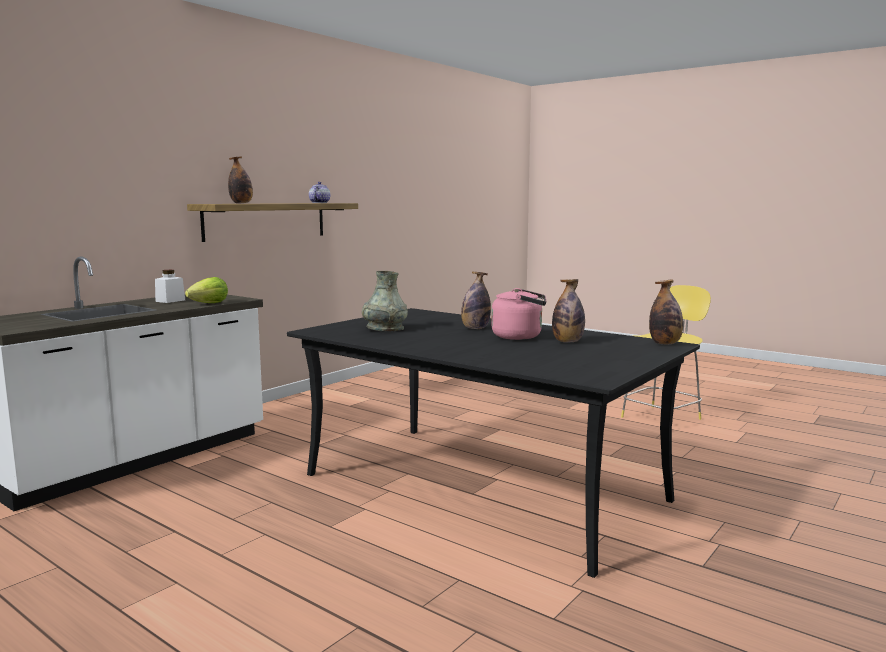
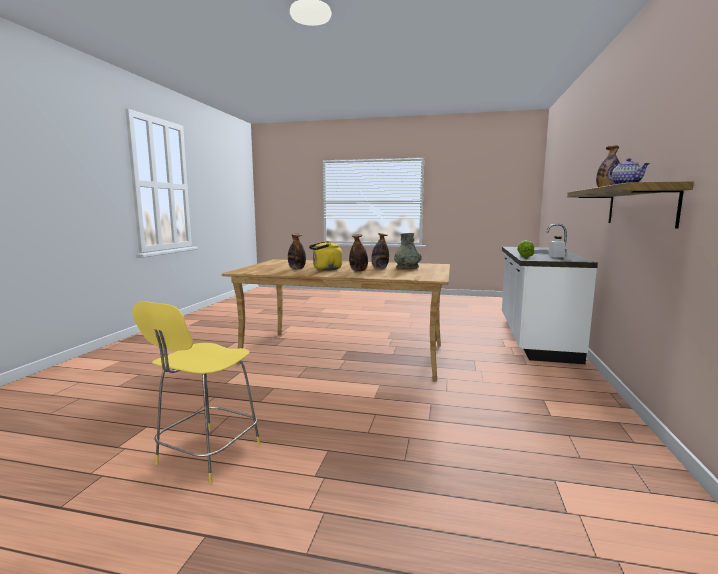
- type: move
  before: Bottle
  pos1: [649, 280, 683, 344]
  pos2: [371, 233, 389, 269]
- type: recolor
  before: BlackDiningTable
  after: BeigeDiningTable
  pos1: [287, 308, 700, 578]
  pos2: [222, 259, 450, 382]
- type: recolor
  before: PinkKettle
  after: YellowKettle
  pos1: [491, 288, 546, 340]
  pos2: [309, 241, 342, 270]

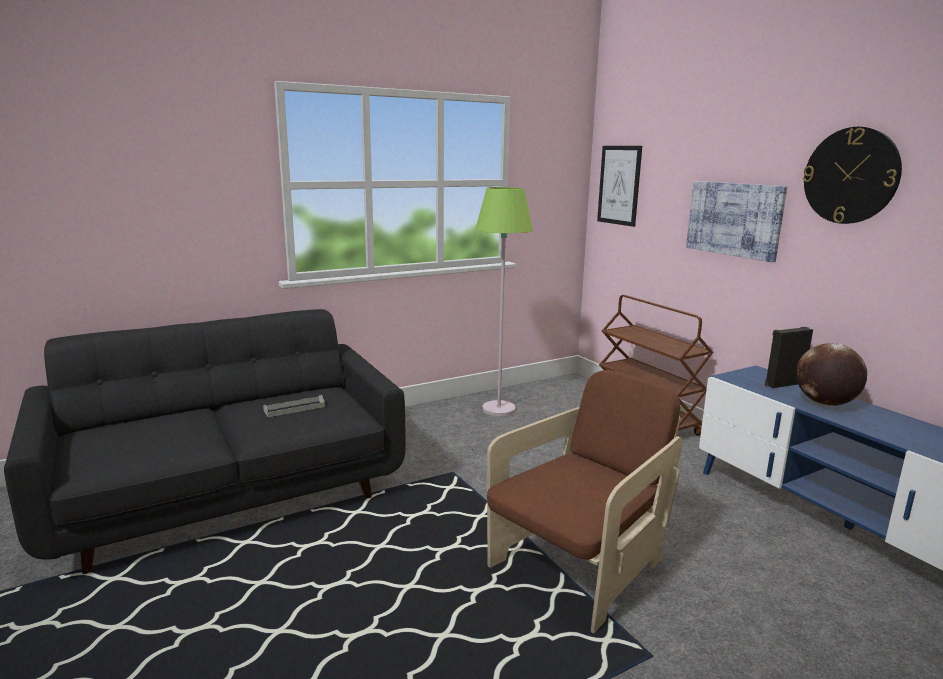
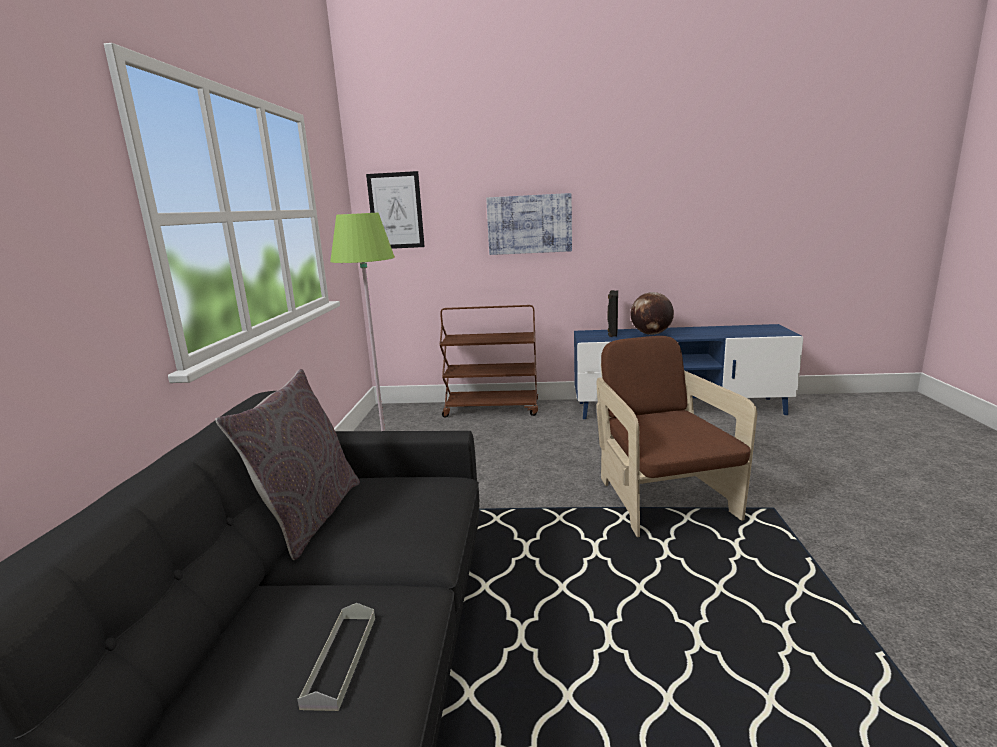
- type: delete
  before: WallClock
  pos1: [803, 127, 902, 224]
- type: insert
  after: GreyPillow
  pos2: [215, 369, 360, 560]
- type: move
  before: GreyTray
  pos1: [263, 395, 325, 417]
  pos2: [297, 603, 375, 711]

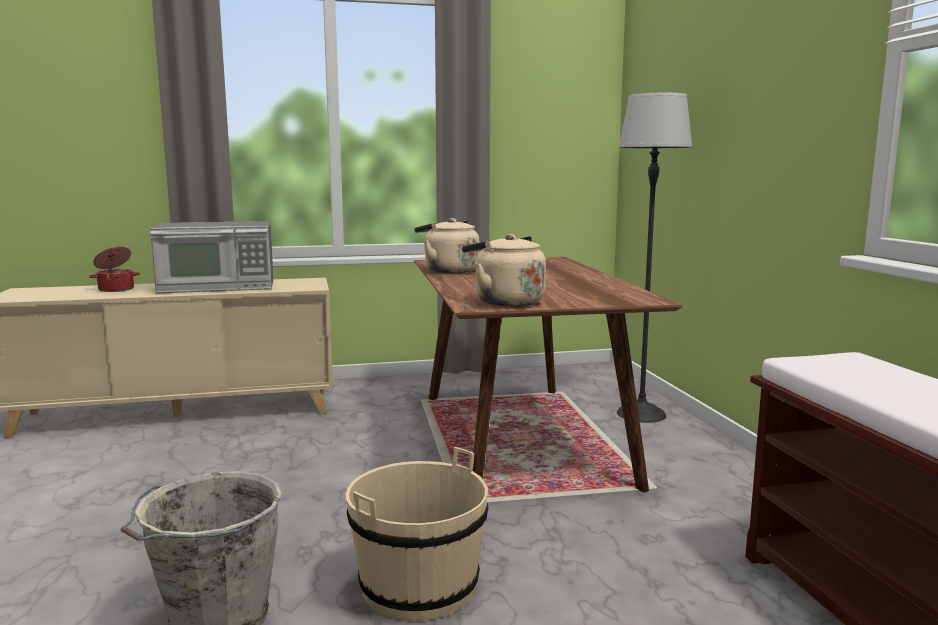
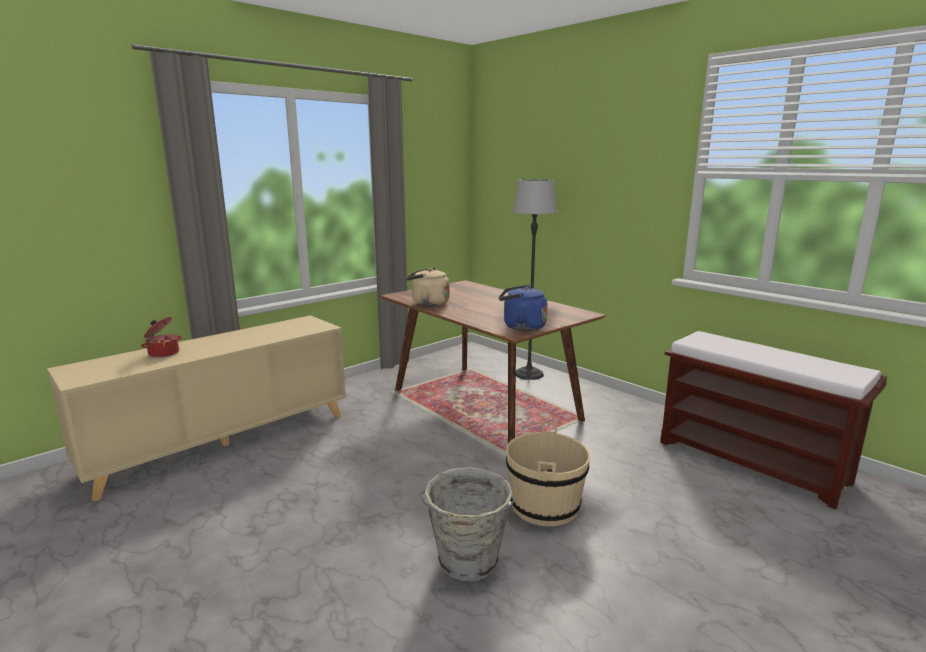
- type: delete
  before: Microwave
  pos1: [150, 221, 274, 293]
- type: recolor
  before: BeigeKettle
  after: BlueKettle
  pos1: [462, 234, 546, 306]
  pos2: [499, 285, 548, 331]

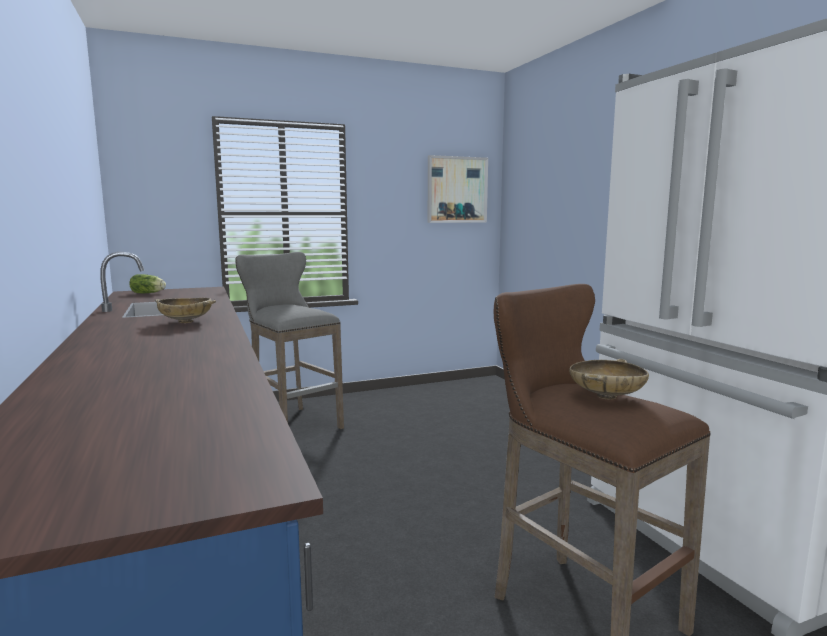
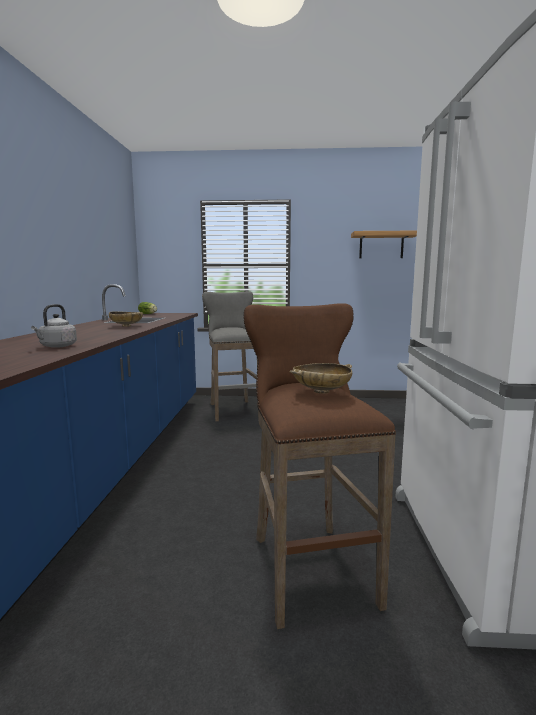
- type: insert
  after: GreyKettle
  pos2: [31, 304, 77, 348]
- type: replace
  before: Picture
  after: Shelf
  pos1: [428, 155, 488, 223]
  pos2: [351, 231, 417, 258]

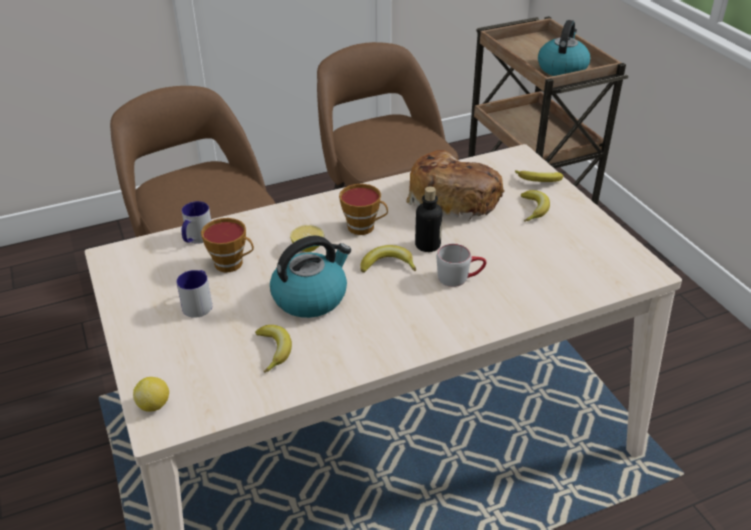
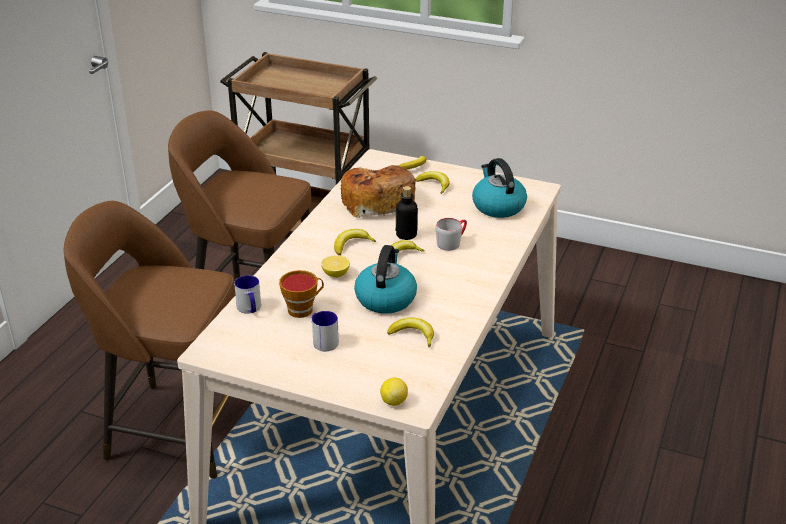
- type: move
  before: Kettle
  pos1: [538, 20, 590, 76]
  pos2: [472, 158, 527, 218]
- type: replace
  before: Cup
  after: Banana
  pos1: [339, 184, 388, 235]
  pos2: [334, 229, 376, 255]

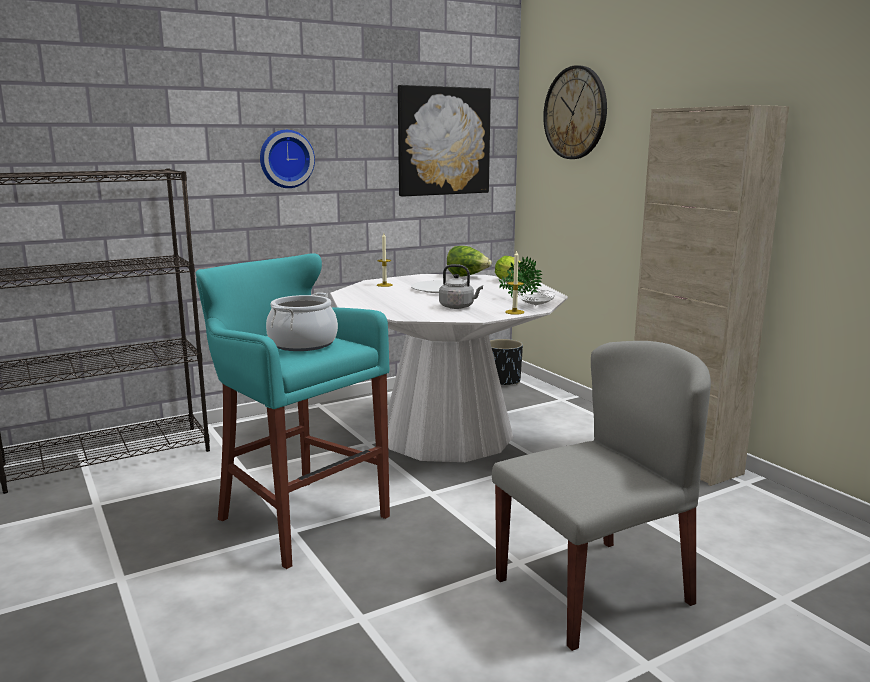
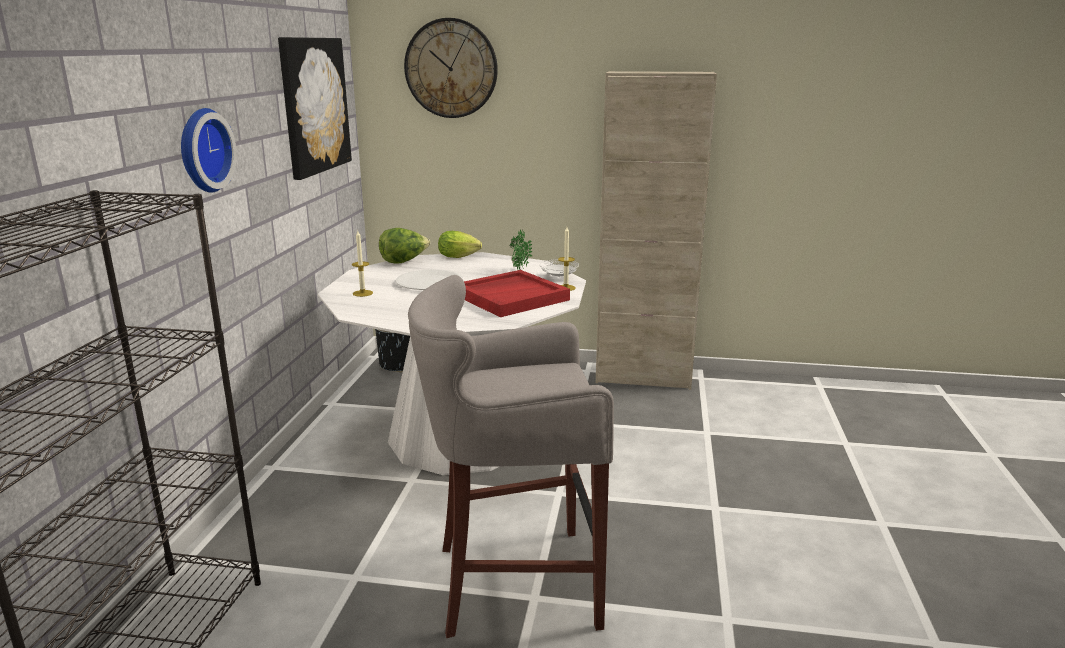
- type: delete
  before: CookingPot
  pos1: [266, 292, 338, 351]
- type: delete
  before: GreyChair
  pos1: [492, 341, 711, 651]
- type: replace
  before: GreyKettle
  after: RedTray
  pos1: [439, 264, 483, 309]
  pos2: [464, 270, 570, 317]
- type: recolor
  before: TurquoiseStool
  after: GreyStool
  pos1: [196, 253, 390, 569]
  pos2: [408, 275, 614, 638]

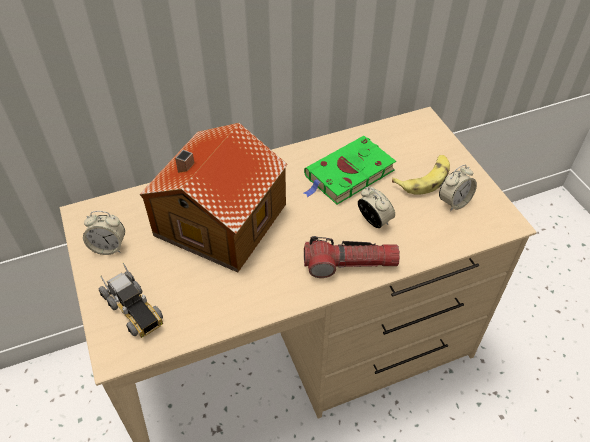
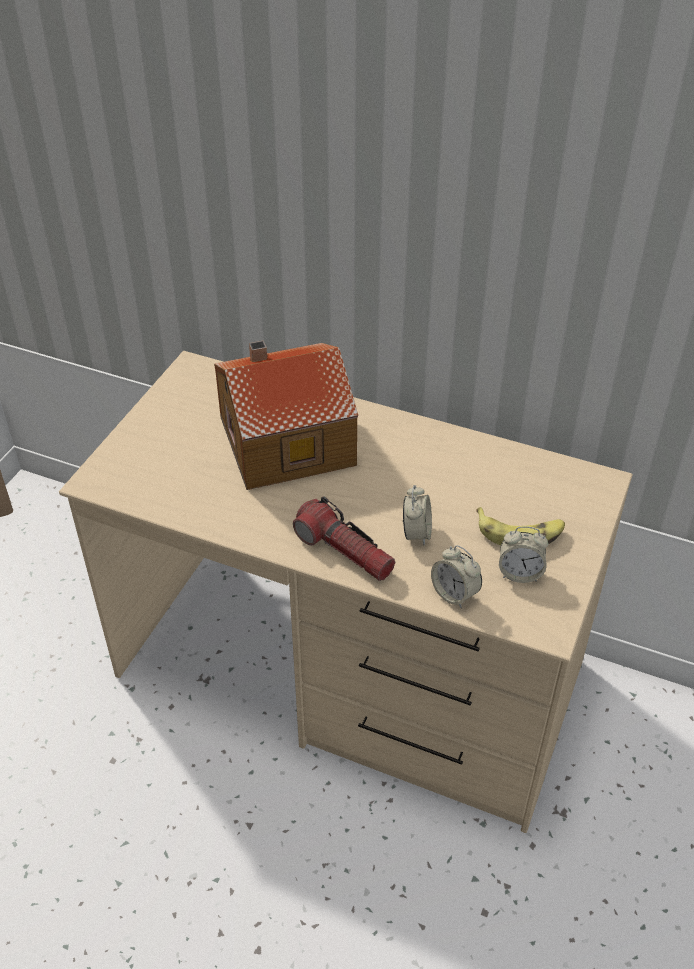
- type: delete
  before: ToyTruck
  pos1: [99, 263, 163, 338]
- type: delete
  before: GreenBook
  pos1: [304, 136, 396, 205]
- type: move
  before: AlarmClock
  pos1: [83, 211, 125, 255]
  pos2: [431, 545, 482, 608]

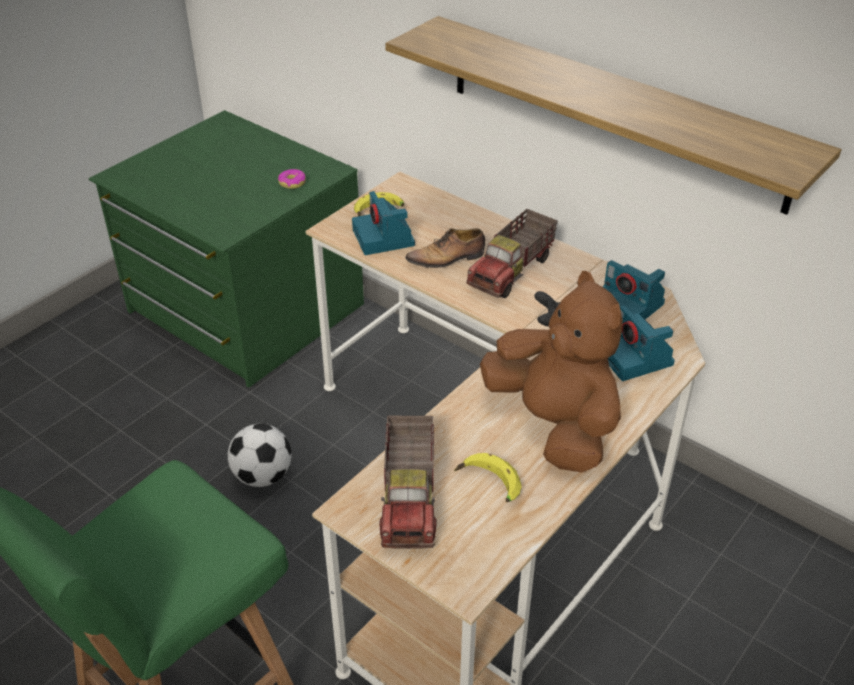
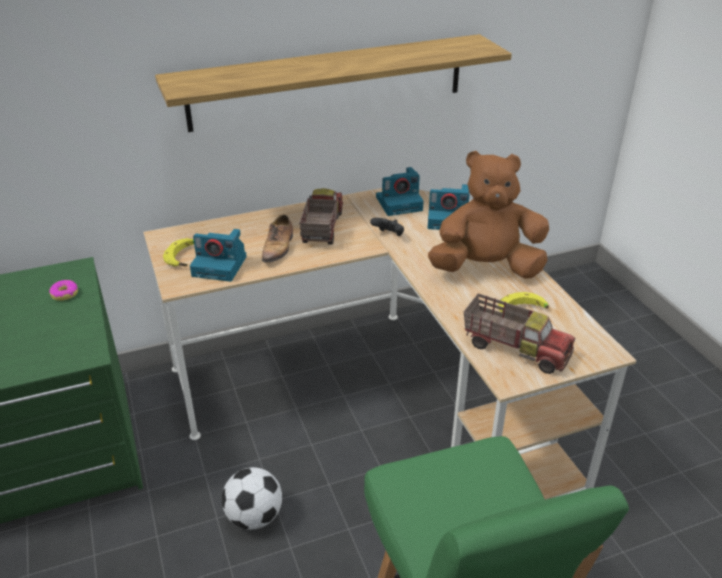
- type: rotate
  before: ToyTruck
  pos1: [467, 209, 558, 298]
  pos2: [299, 188, 343, 245]
  turn: -150

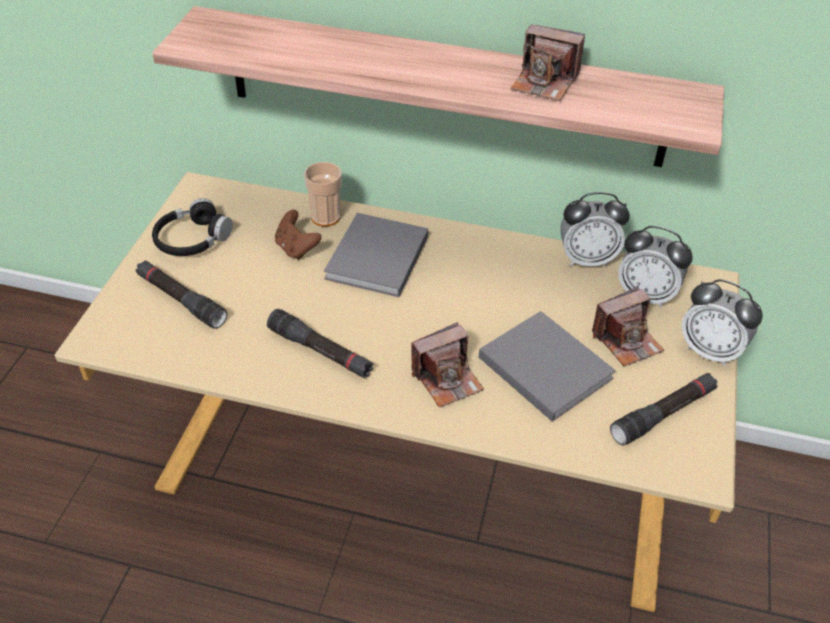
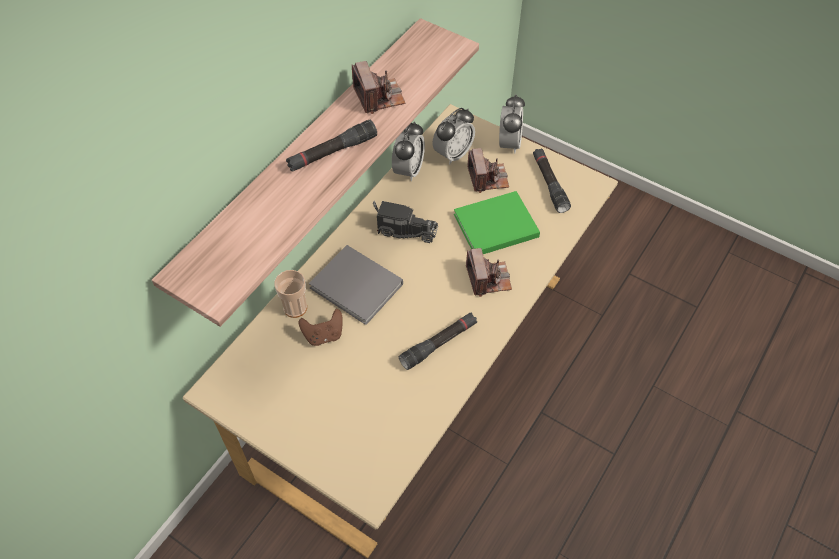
- type: delete
  before: BlackHeadphones
  pos1: [152, 198, 233, 256]
- type: insert
  after: ToyTruck
  pos2: [373, 201, 438, 243]
- type: move
  before: BlackFlashlight
  pos1: [136, 260, 227, 329]
  pos2: [286, 119, 377, 172]
- type: recolor
  before: GreyBook
  after: GreenBook
  pos1: [479, 311, 616, 422]
  pos2: [454, 191, 540, 254]
- type: rotate
  before: PhotoCamera
  pos1: [511, 24, 585, 101]
  pos2: [352, 61, 405, 114]
  turn: -60
- type: rotate
  before: AlarmClock
  pos1: [682, 279, 763, 367]
  pos2: [499, 94, 525, 154]
  turn: -45

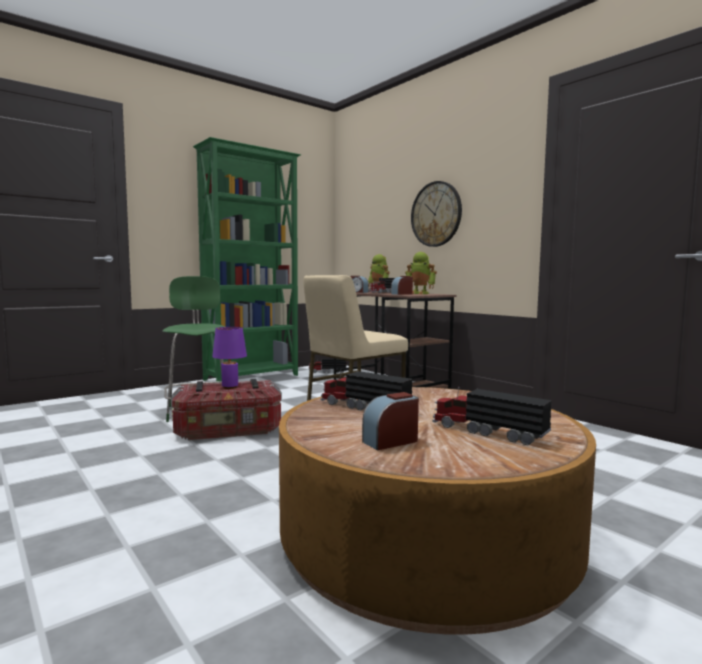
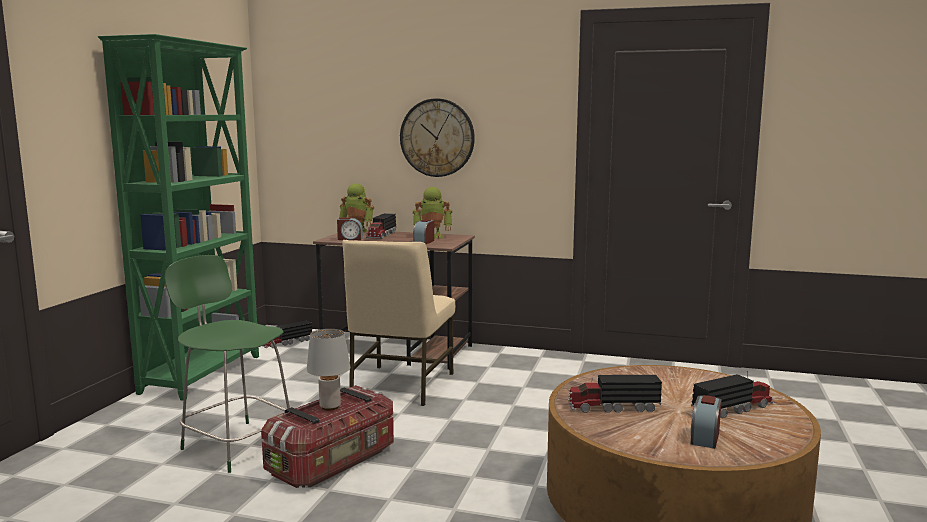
- type: recolor
  before: PurpleTableLamp
  after: GreyTableLamp
  pos1: [212, 327, 247, 389]
  pos2: [307, 329, 350, 411]
- type: rotate
  before: ToyTruck
  pos1: [433, 387, 552, 445]
  pos2: [691, 371, 773, 418]
  turn: 150

